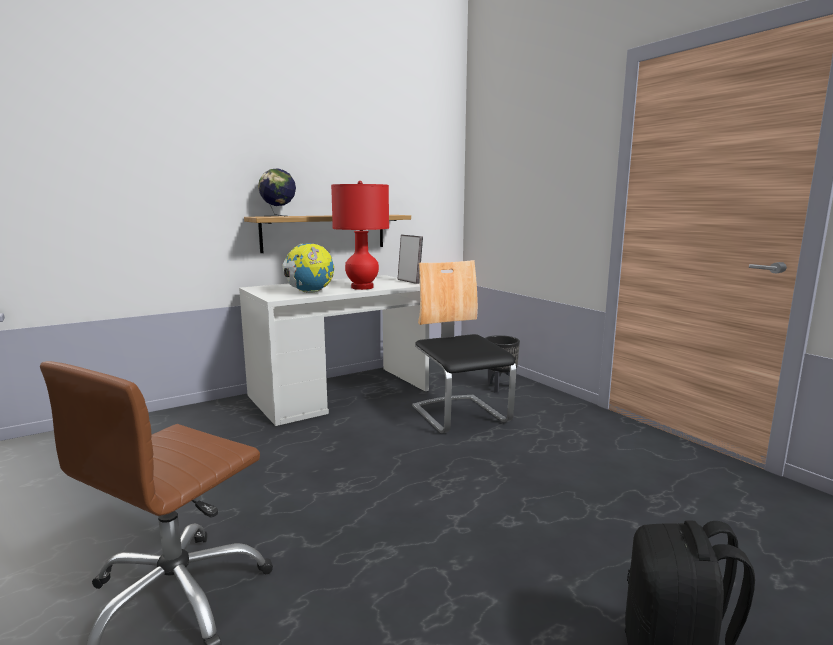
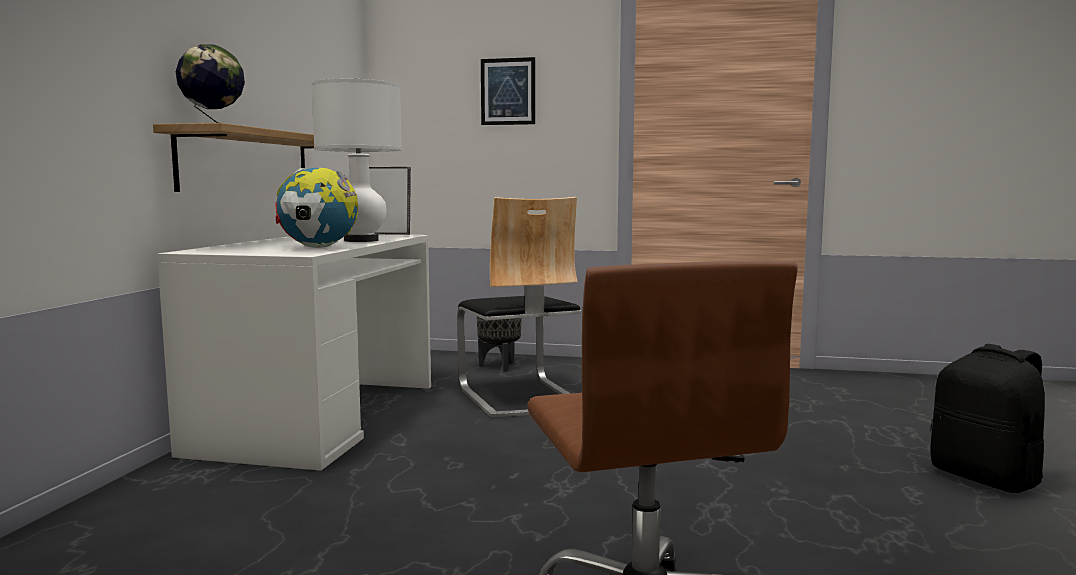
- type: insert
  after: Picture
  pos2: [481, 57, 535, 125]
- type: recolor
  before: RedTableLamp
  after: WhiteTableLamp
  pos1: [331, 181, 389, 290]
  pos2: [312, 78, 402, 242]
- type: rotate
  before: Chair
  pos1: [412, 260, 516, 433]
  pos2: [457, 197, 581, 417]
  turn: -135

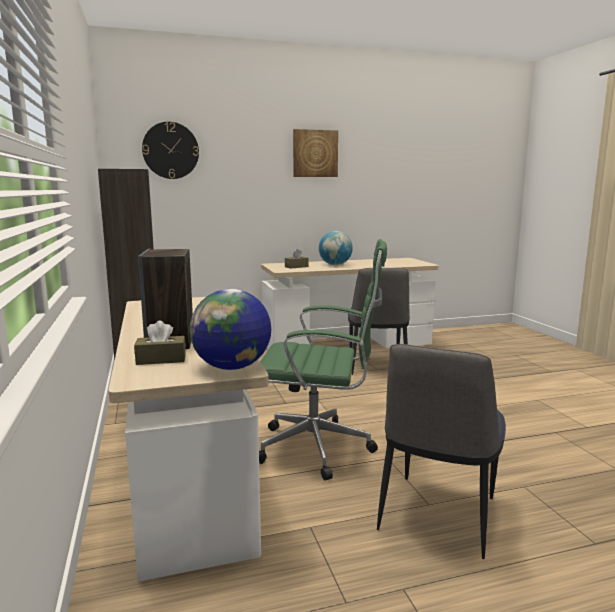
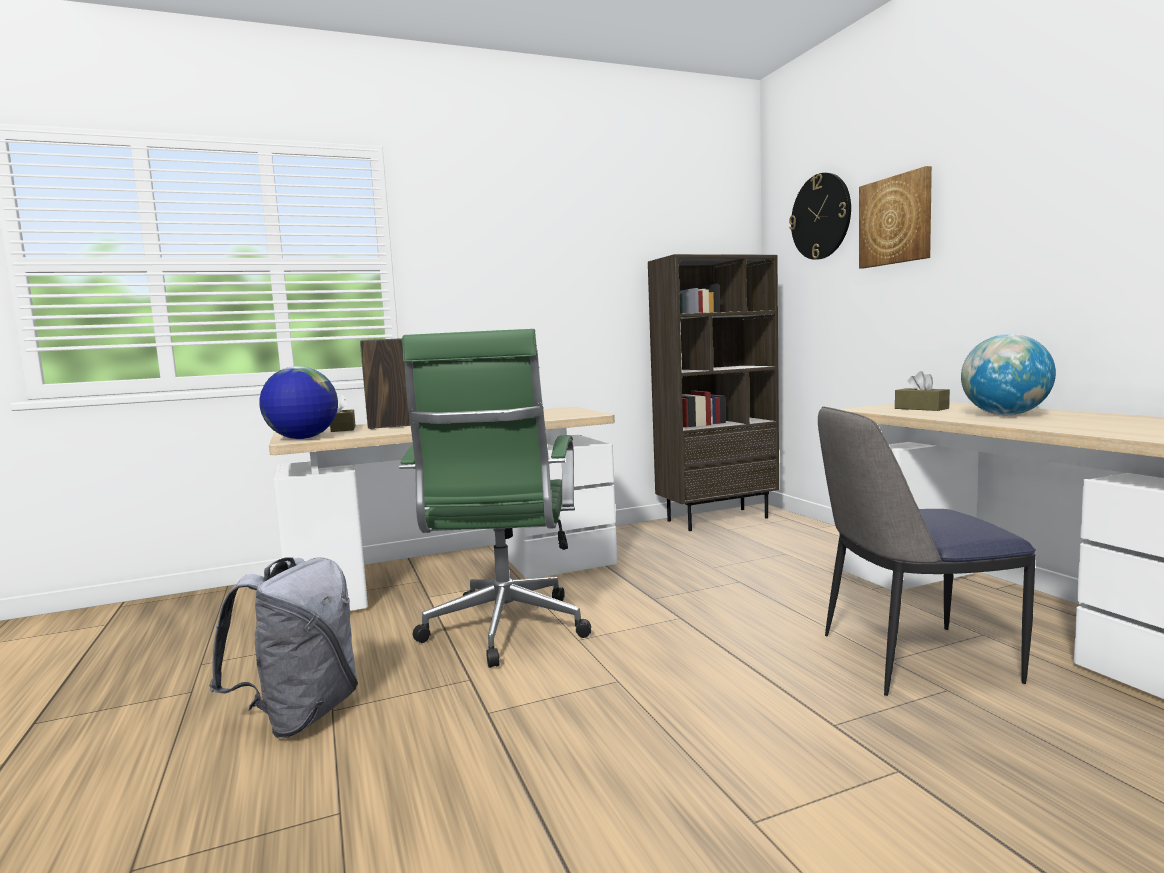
- type: move
  before: Picture
  pos1: [293, 129, 338, 177]
  pos2: [859, 166, 932, 268]
- type: replace
  before: Chair
  after: GreyBackpack
  pos1: [377, 344, 506, 559]
  pos2: [209, 557, 358, 739]

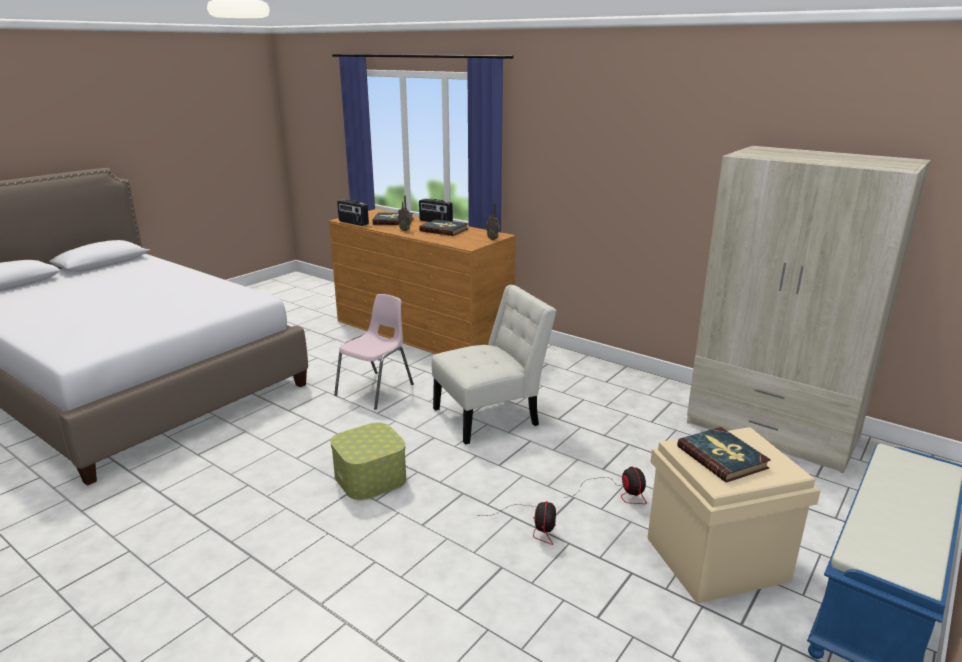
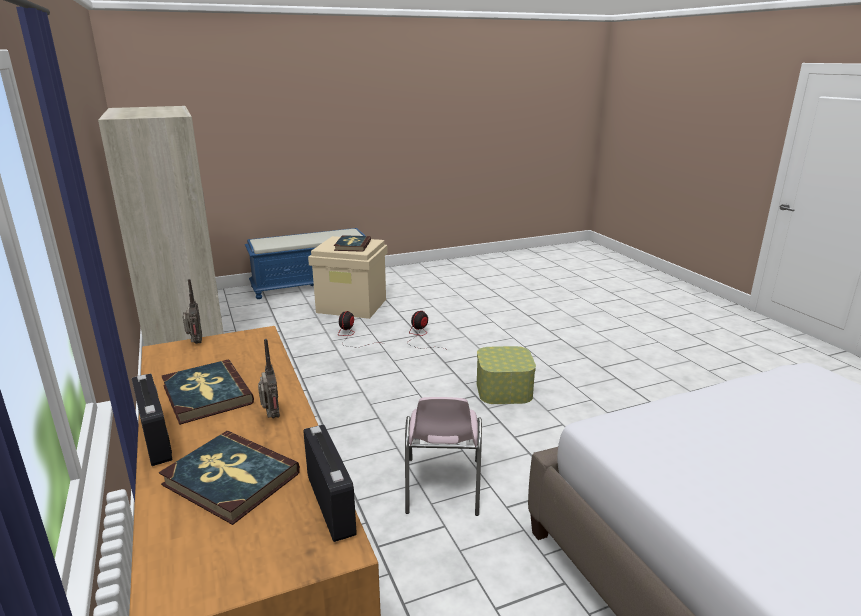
- type: delete
  before: WhiteChair
  pos1: [432, 285, 557, 445]
- type: rotate
  before: PinkChair
  pos1: [334, 294, 414, 410]
  pos2: [405, 397, 482, 516]
  turn: -60

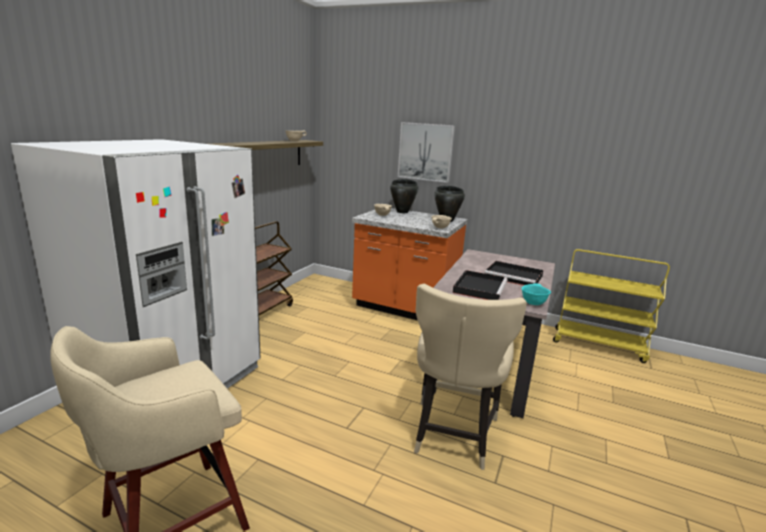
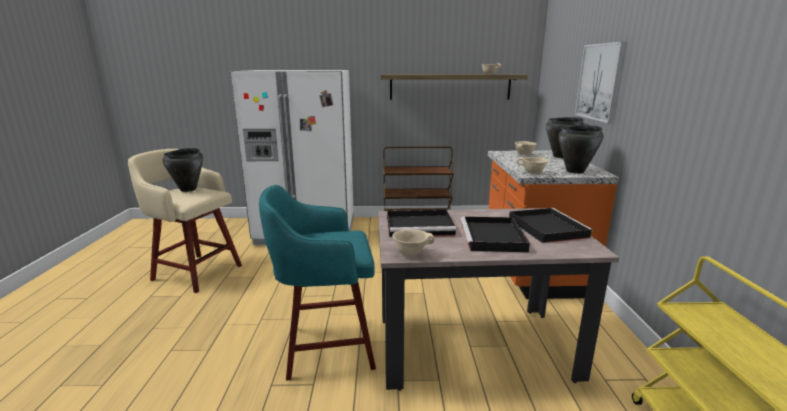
- type: insert
  after: BlackCookingPot
  pos2: [163, 148, 203, 192]
- type: insert
  after: BlackTray
  pos2: [509, 208, 593, 243]
- type: replace
  before: BeigeChair
  after: TurquoiseStool
  pos1: [414, 284, 527, 470]
  pos2: [259, 185, 376, 381]
- type: recolor
  before: TurquoiseBowl
  after: BeigeBowl
  pos1: [522, 283, 551, 305]
  pos2: [392, 229, 434, 256]

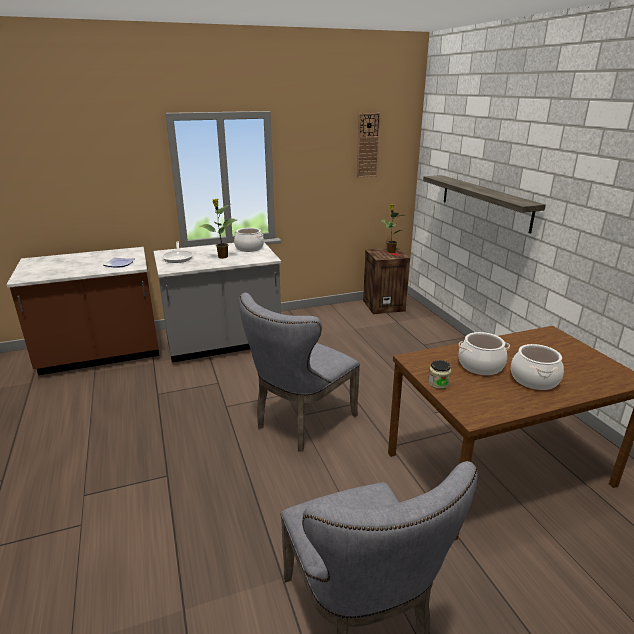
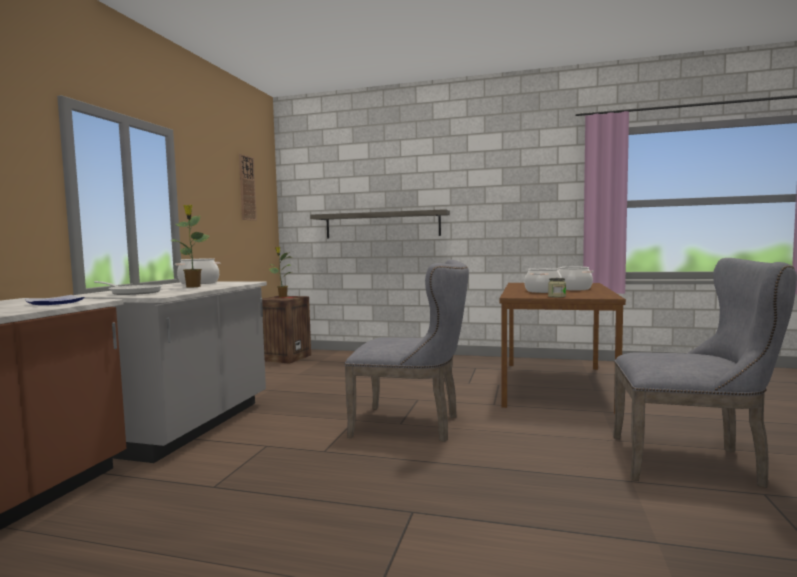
- type: rotate
  before: GreyChair
  pos1: [239, 293, 360, 451]
  pos2: [345, 260, 469, 442]
  turn: -60

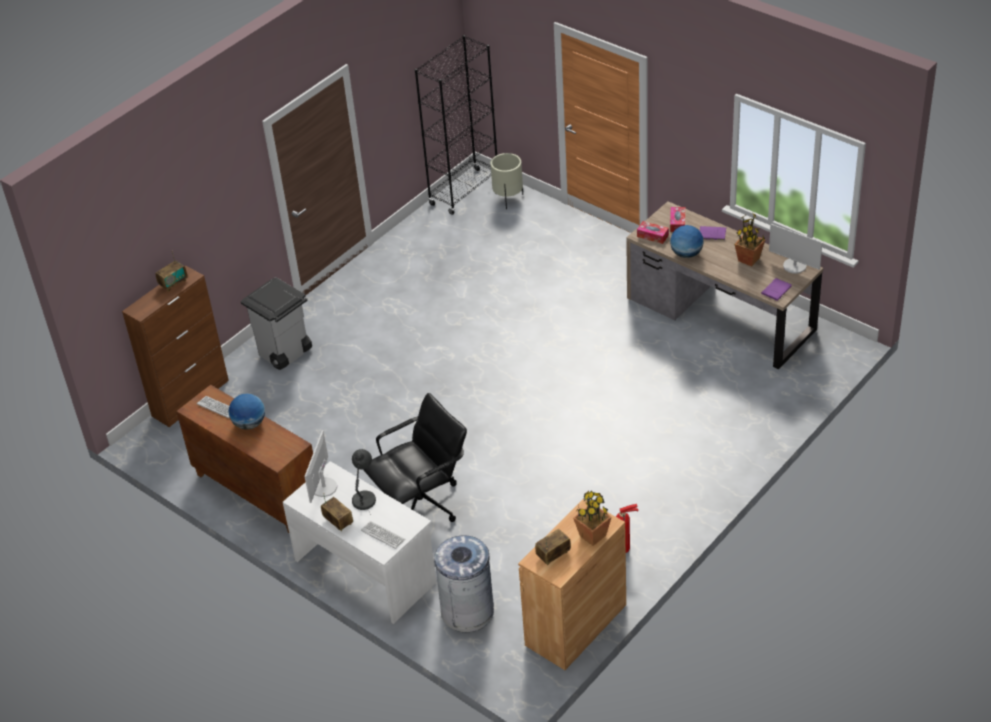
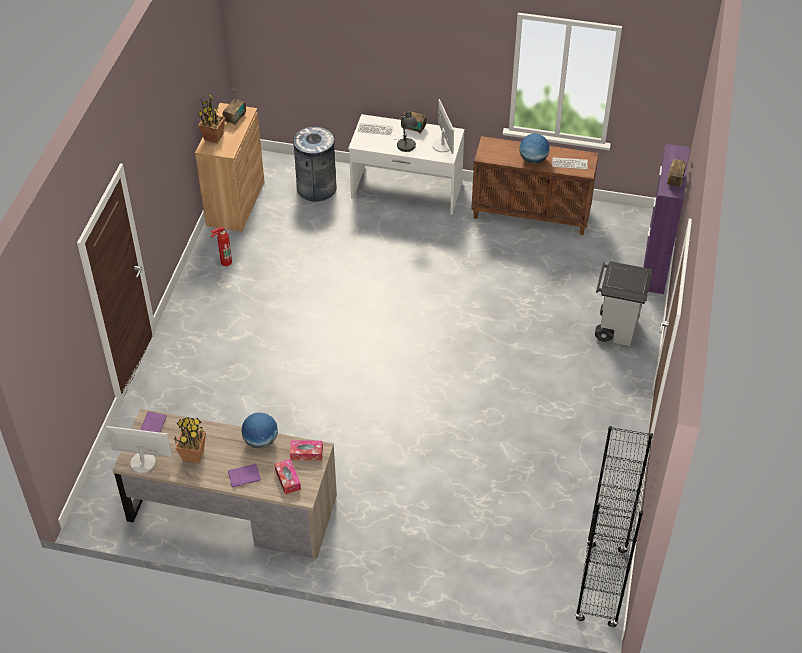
- type: delete
  before: BlackOfficeChair
  pos1: [363, 393, 467, 522]
- type: delete
  before: BeigePlanter
  pos1: [490, 153, 523, 209]
- type: recolor
  before: BrownCabinet
  after: PurpleCabinet
  pos1: [122, 266, 229, 427]
  pos2: [643, 144, 690, 294]

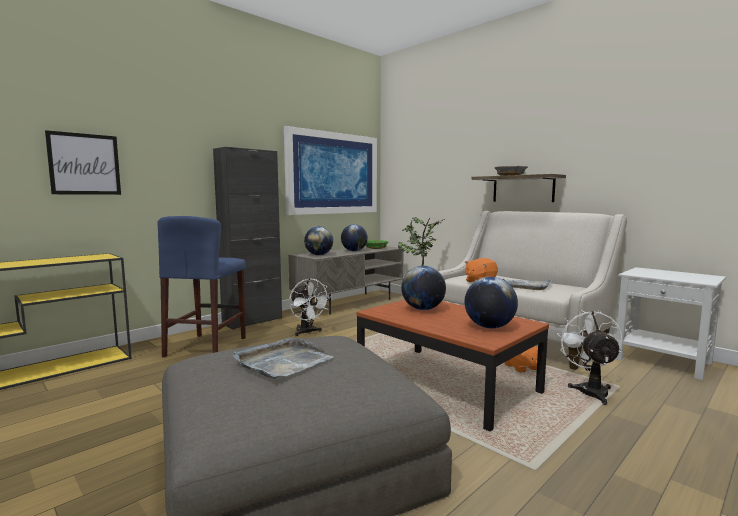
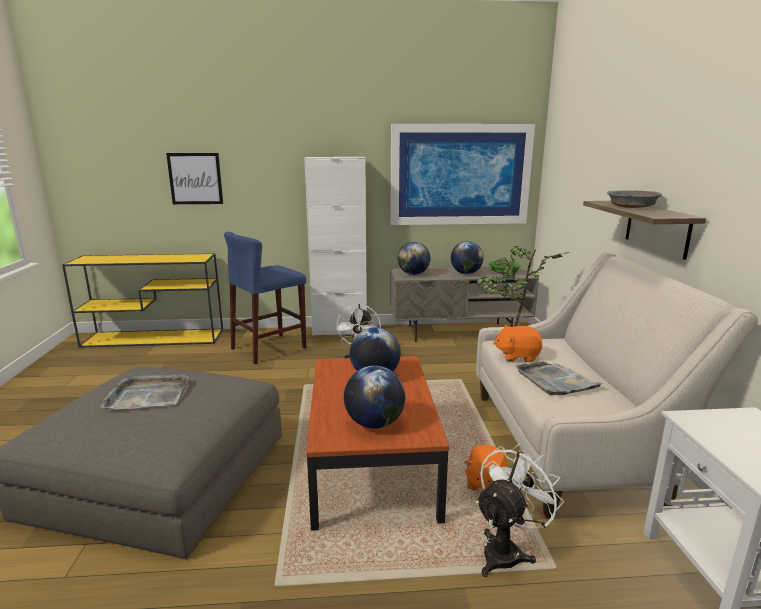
- type: recolor
  before: BlackCabinet
  after: WhiteCabinet
  pos1: [213, 147, 282, 330]
  pos2: [304, 157, 367, 336]

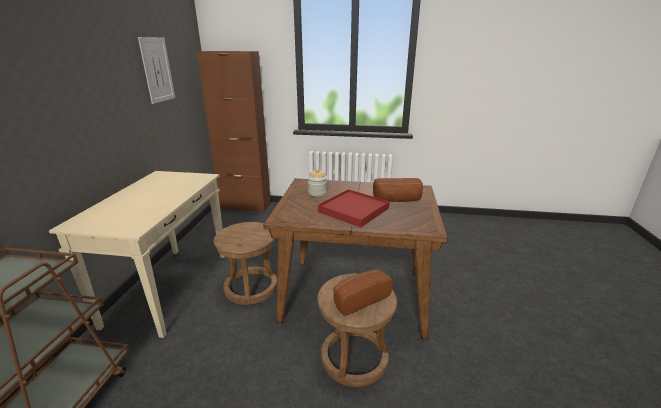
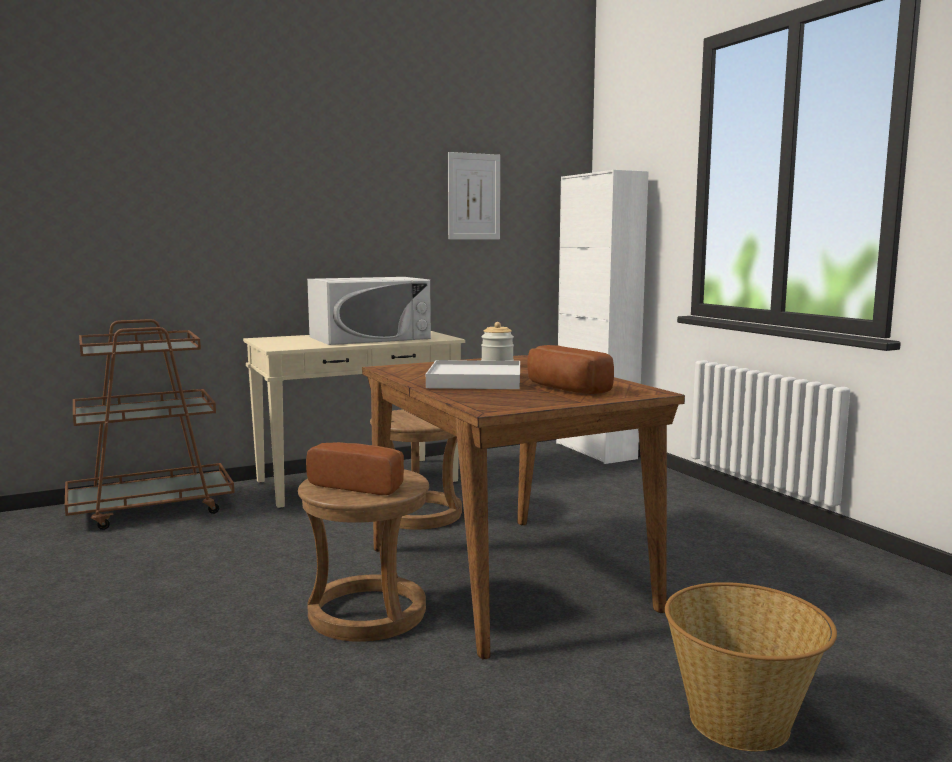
- type: insert
  after: WhiteMicrowave
  pos2: [307, 277, 431, 345]
- type: insert
  after: Basket
  pos2: [665, 582, 837, 751]
- type: recolor
  before: BrownCabinet
  after: WhiteCabinet
  pos1: [197, 51, 271, 212]
  pos2: [556, 170, 649, 464]
- type: recolor
  before: RedTray
  after: WhiteTray
  pos1: [318, 189, 390, 228]
  pos2: [426, 360, 520, 389]

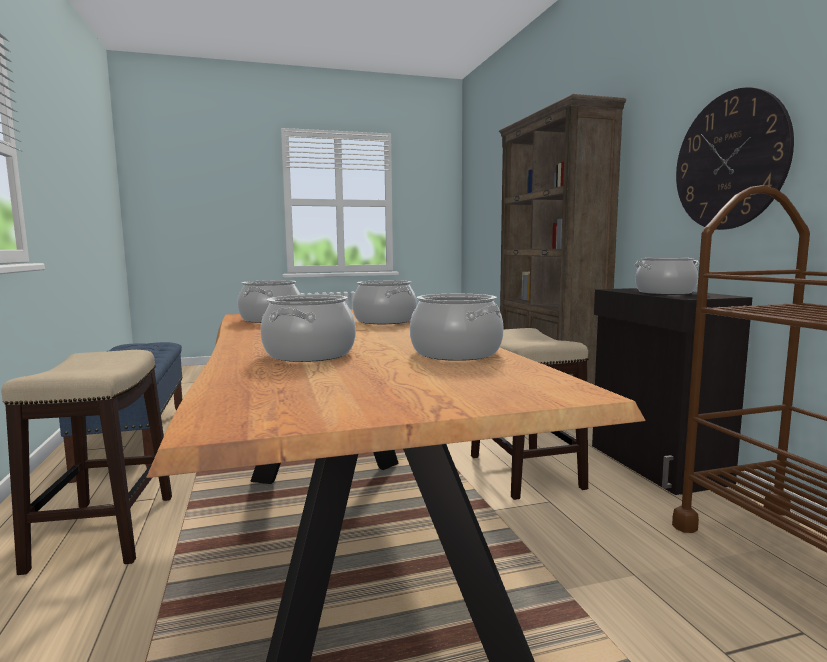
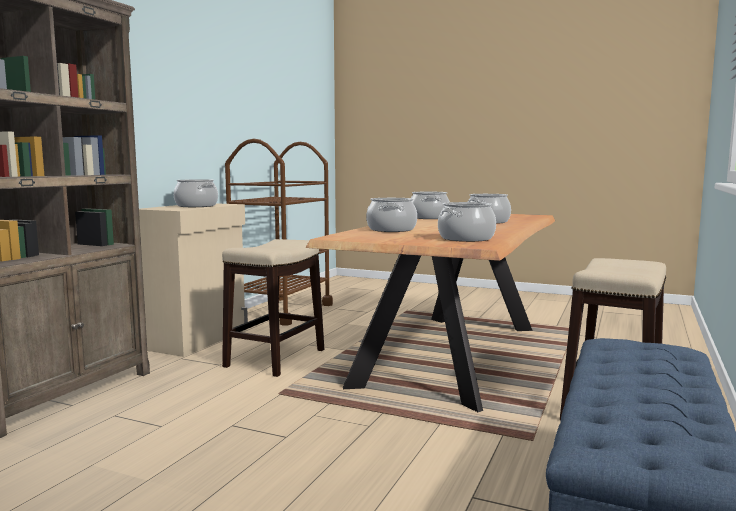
- type: delete
  before: WallClock
  pos1: [676, 87, 794, 230]
- type: recolor
  before: BlackCabinet
  after: BeigeCabinet
  pos1: [592, 288, 753, 495]
  pos2: [139, 203, 248, 357]

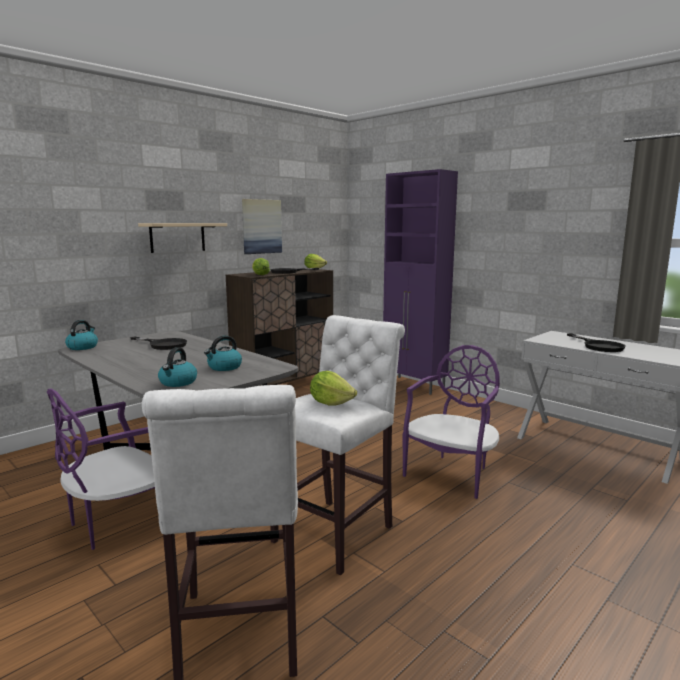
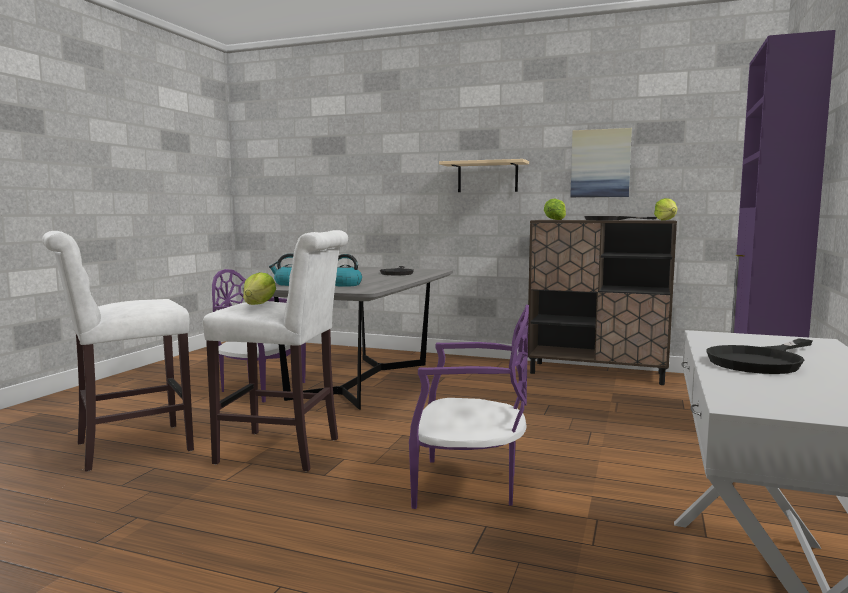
- type: delete
  before: Kettle
  pos1: [65, 320, 98, 350]

